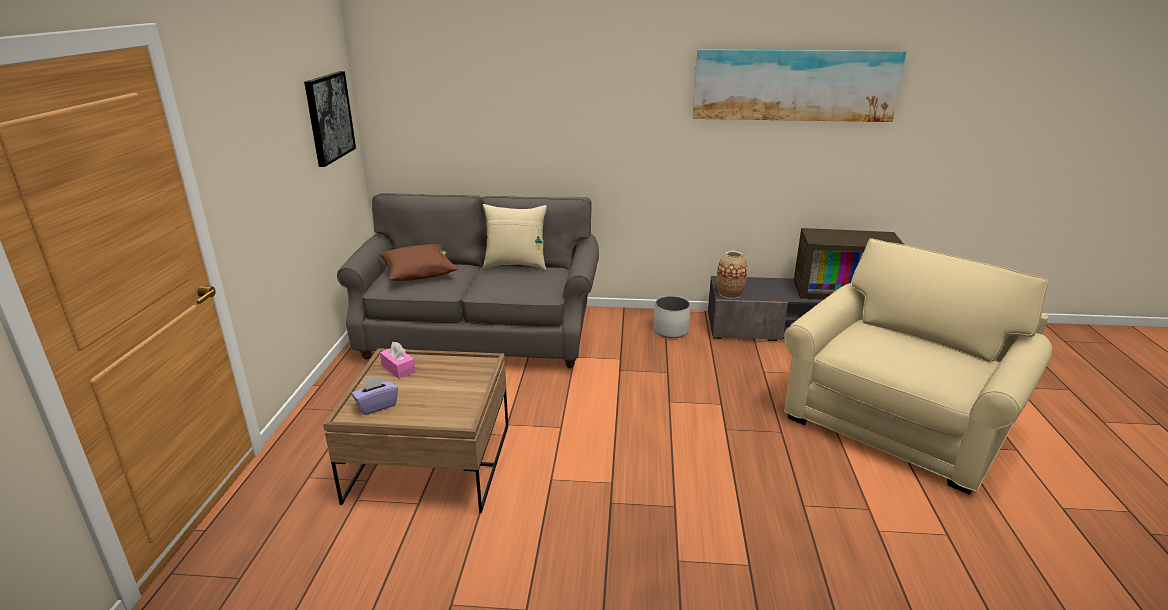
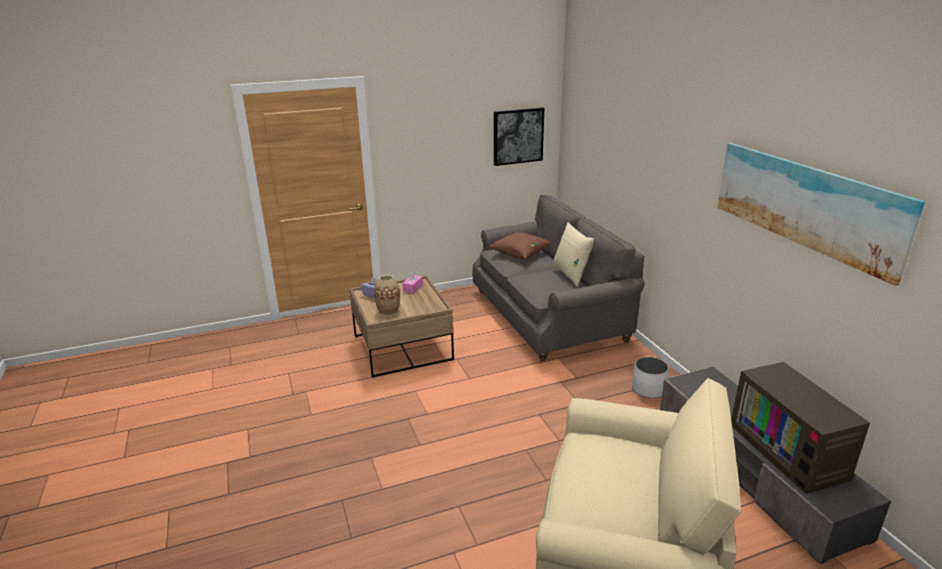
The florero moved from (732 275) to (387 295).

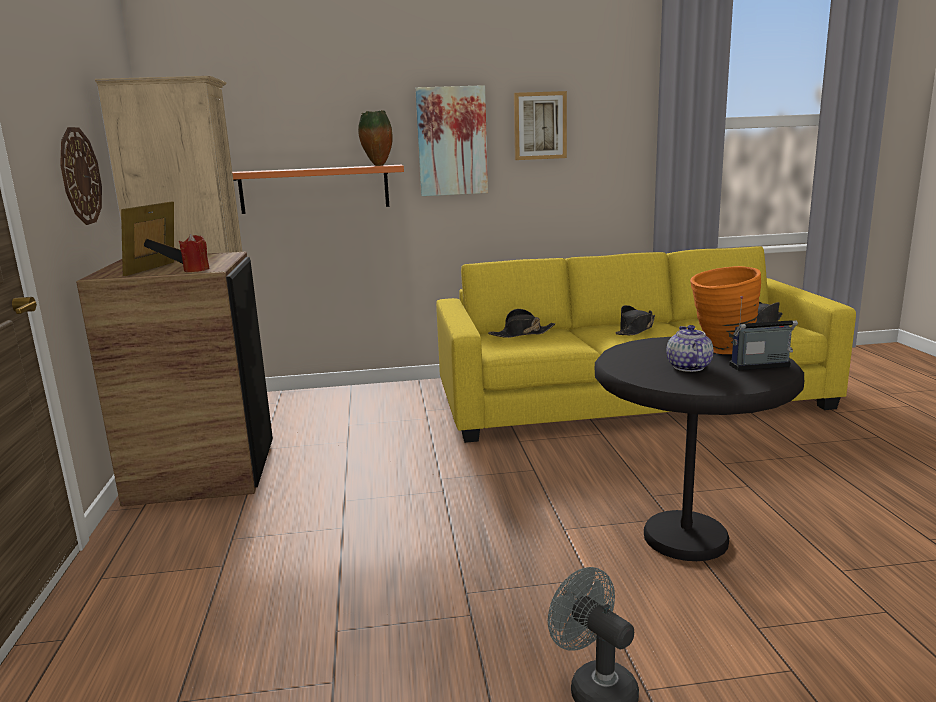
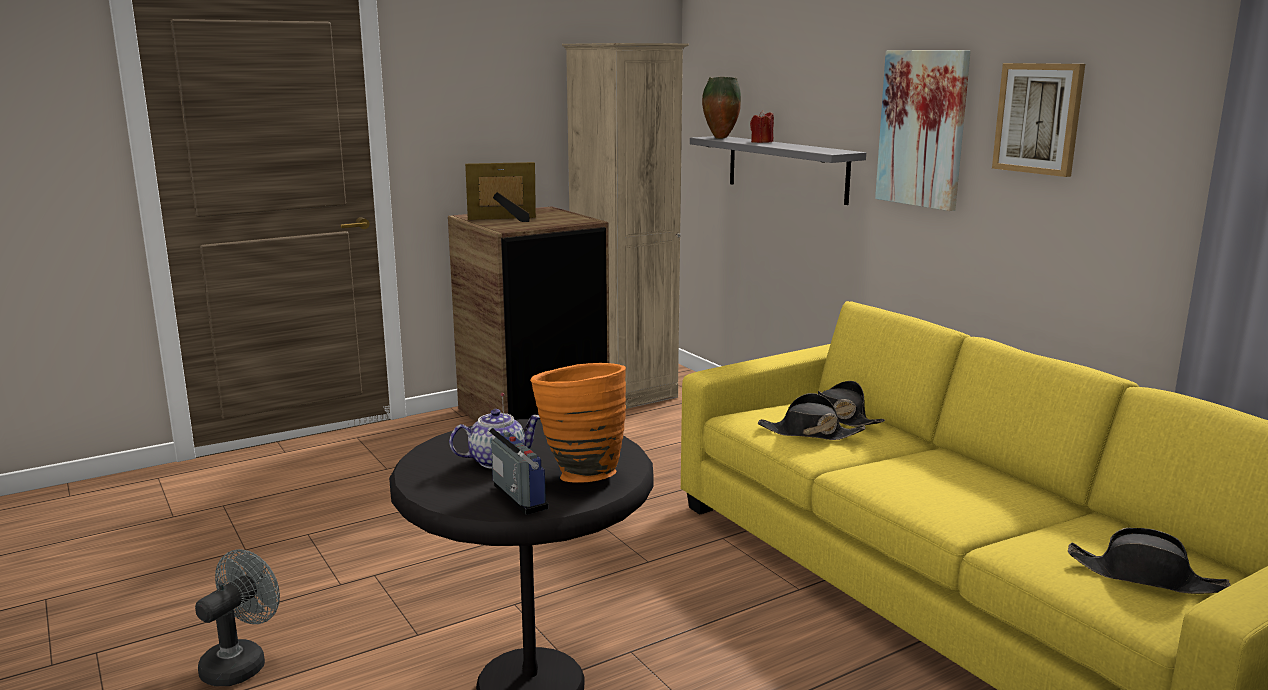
The reloj de pared at (81 176) disappeared.
The vela/rojo moved from (194 253) to (762 126).
The florero moved from (375 138) to (721 108).
The sombrero/negro moved from (635 320) to (812 416).
The estante/naranja at (318 189) became the estante/gris at (778 170).

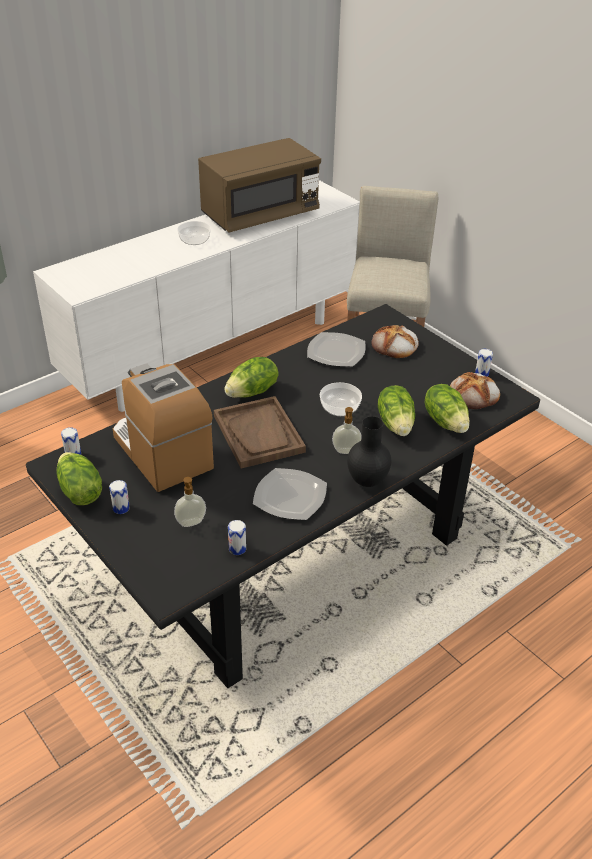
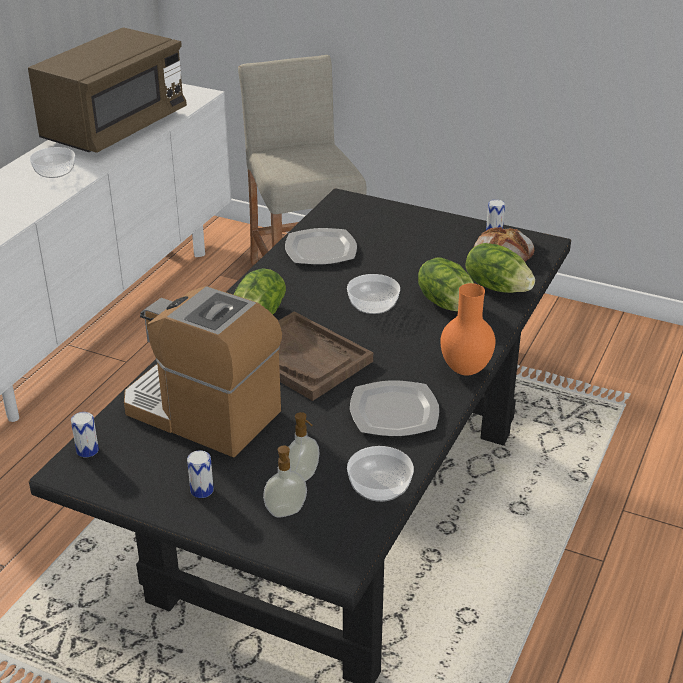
The lechuga at (79 478) disappeared.
The pan at (395 341) disappeared.
The dispensador de jabón moved from (347 430) to (285 481).
The lata at (237 537) was replaced by the cuenco at (380 474).
The florero/negro at (369 451) became the florero/naranja at (467 329).

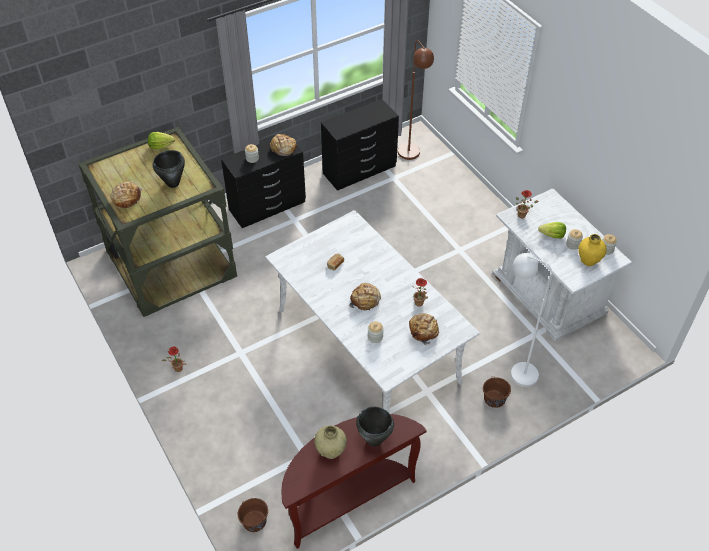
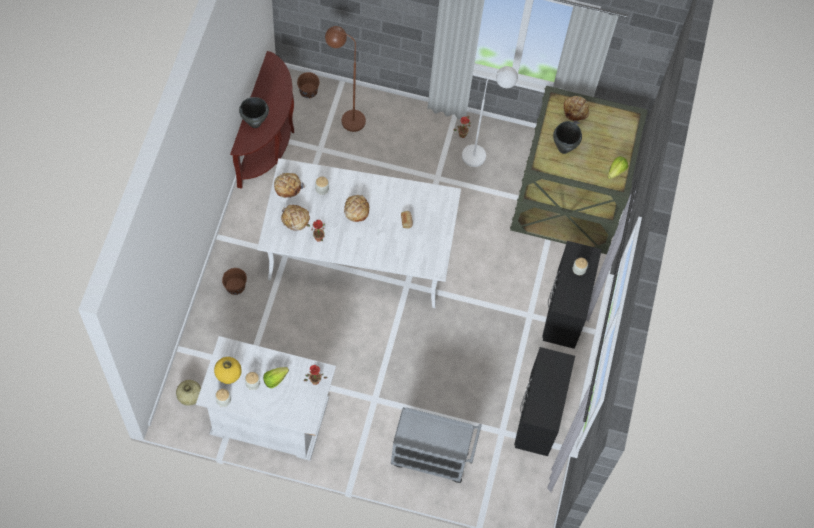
The carrito/gris at (436 445) appeared.
The pan moved from (283 145) to (289 185).
The florero/beis moved from (330 442) to (188 393).
The lámpara de pie/marrón moved from (416 100) to (345 79).
The lámpara de pie/blanco moved from (531 320) to (490 116).

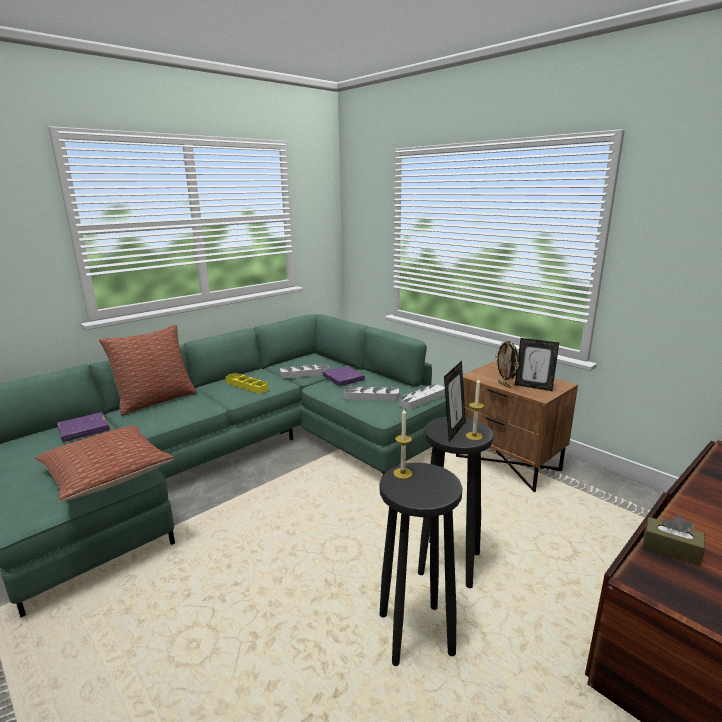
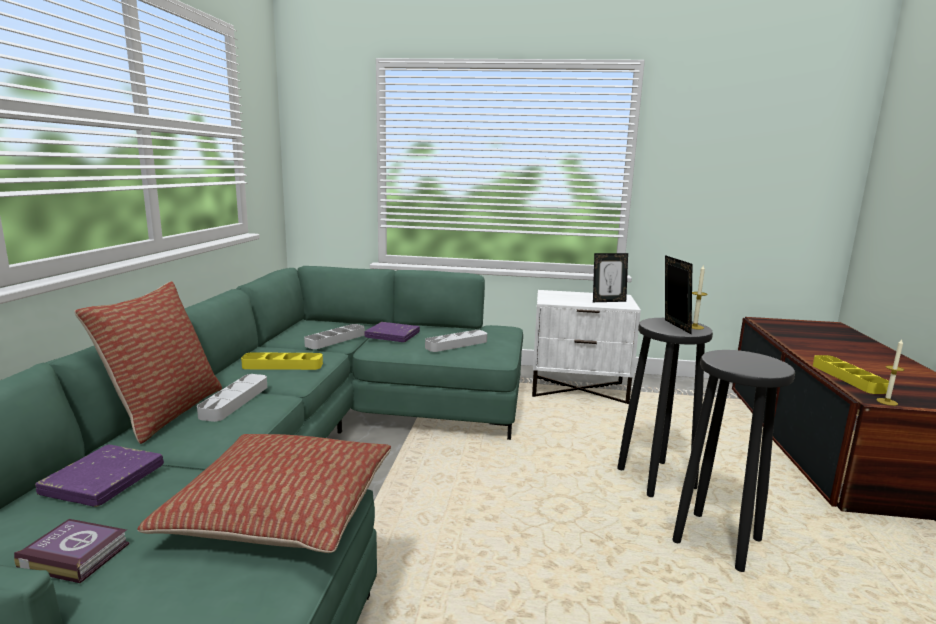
The portarretratos at (507 364) disappeared.
The libro at (72 551) appeared.
The vela moved from (402 444) to (890 372).
The bandeja/gris moved from (422 396) to (232 398).
The caja de pañuelos/marrón at (674 540) was replaced by the bandeja/amarillo at (851 374).
The mesita de noche/marrón at (517 426) became the mesita de noche/blanco at (586 347).

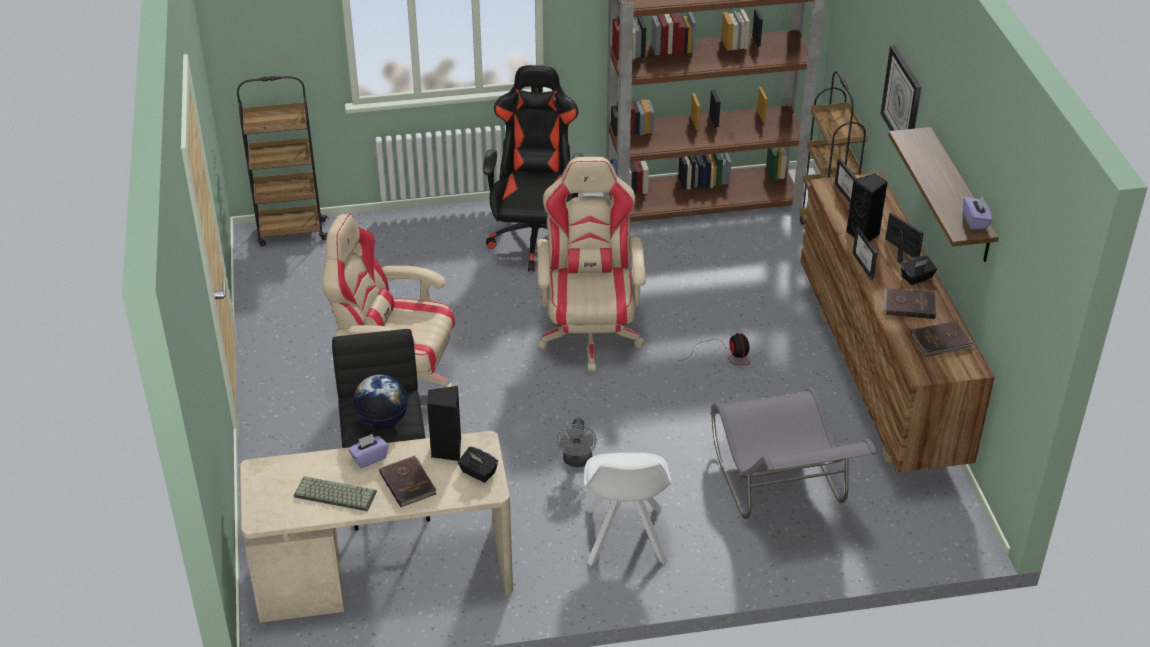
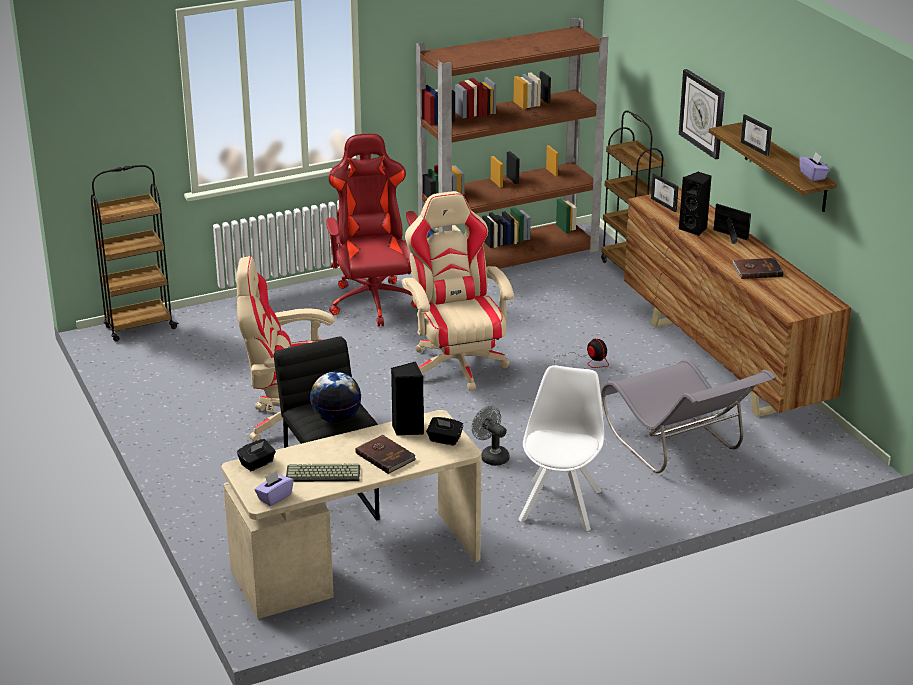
The libro/marrón at (942 339) disappeared.
The caja de pañuelos/morado moved from (368 451) to (274 488).
The portarretratos moved from (865 253) to (756 135).
The caja de pañuelos/negro moved from (919 270) to (256 455).
The silla de oficina/negro at (533 168) became the silla de oficina/rojo at (372 230).
The ventilador/gris at (577 442) turned 150 degrees clockwise.
The silla/blanco at (627 509) turned 150 degrees counterclockwise.

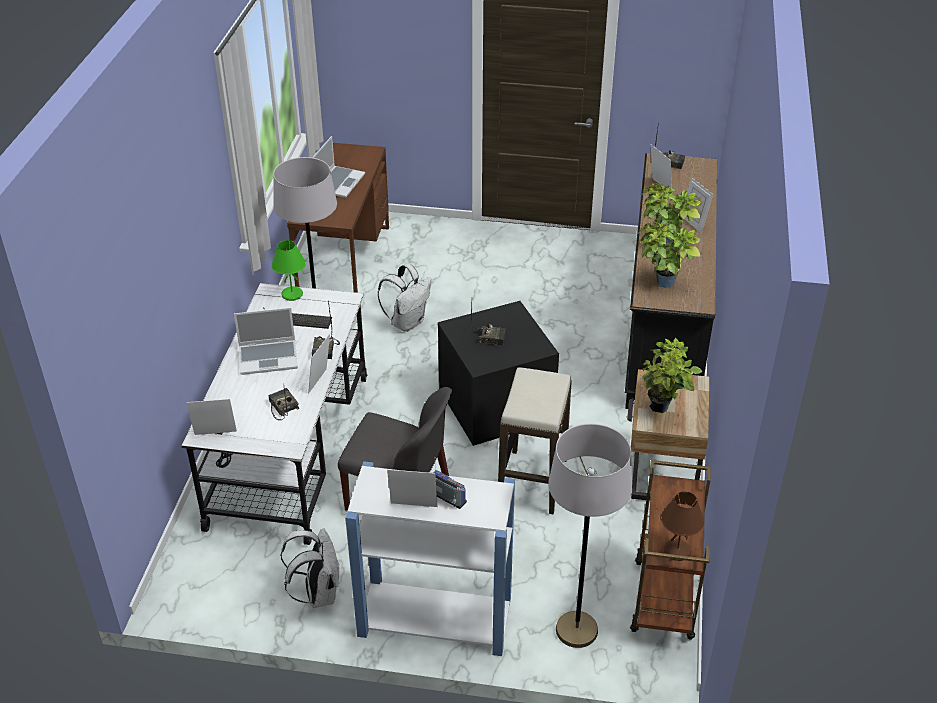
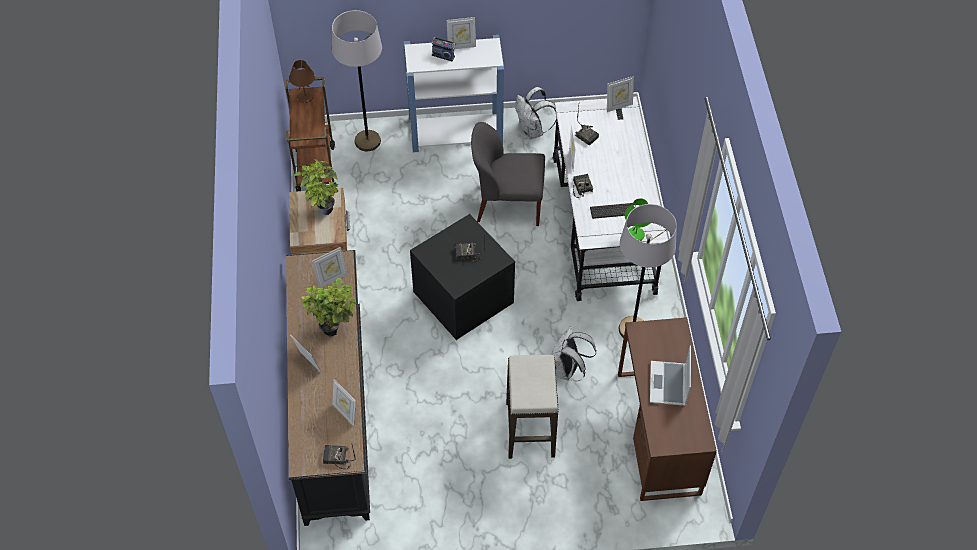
The portátil at (266 341) disappeared.
The taburete moved from (535 440) to (532 407).
The planta en maceta at (669 254) was replaced by the portarretratos at (330 267).

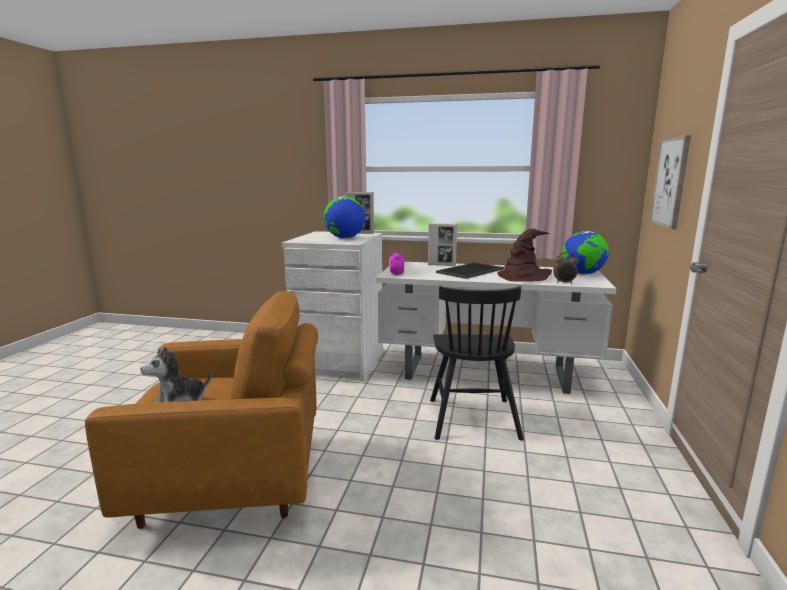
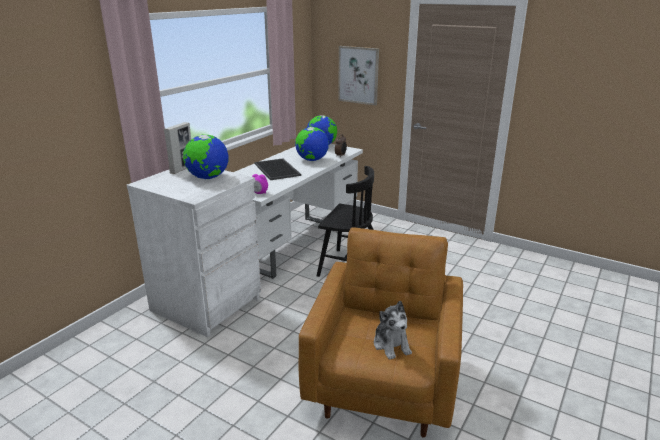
The portarretratos at (443 244) disappeared.
The sombrero/marrón at (524 255) was replaced by the globo terráqueo at (312 144).

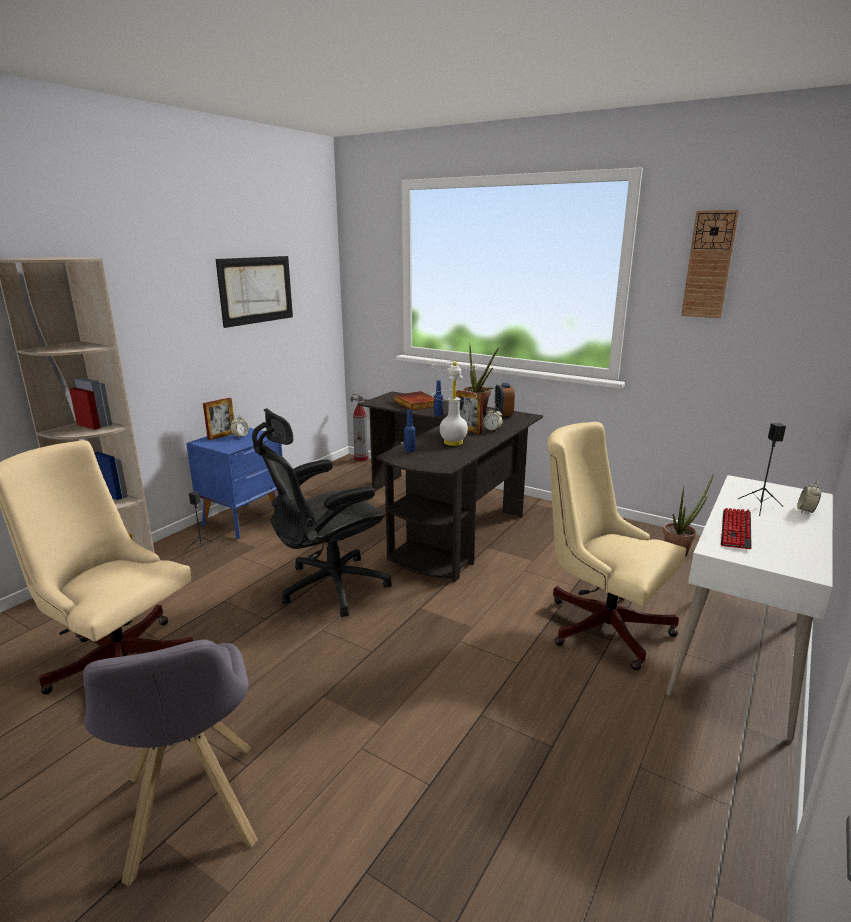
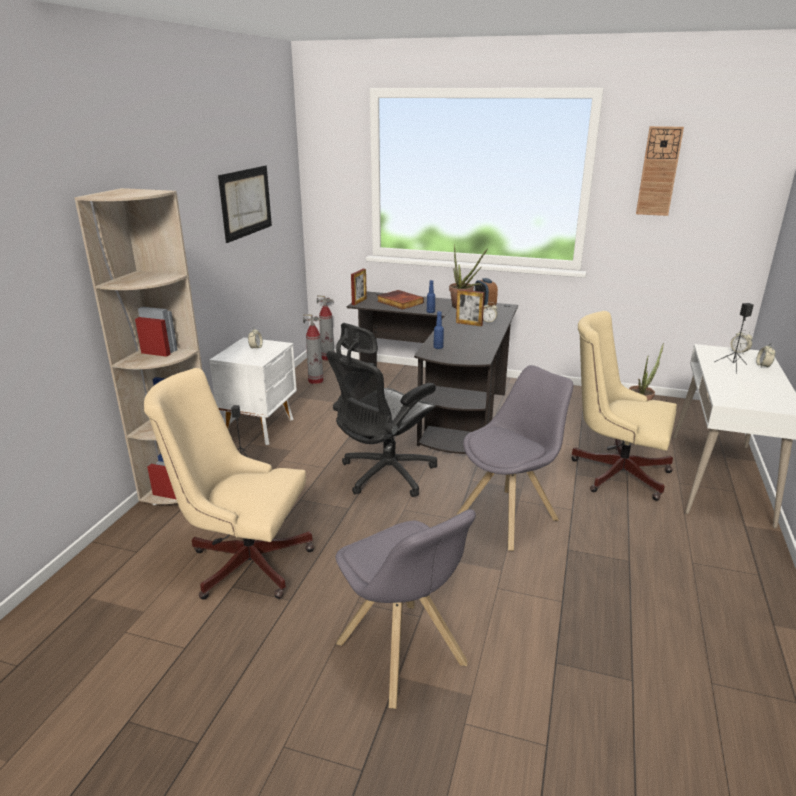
The lámpara de mesa/blanco at (455 403) disappeared.
The teclado at (736 528) disappeared.
The extintor at (313 349) appeared.
The silla/gris at (515 458) appeared.
The despertador at (741 342) appeared.
The portarretratos moved from (218 419) to (359 287).
The mesita de noche/azul at (234 483) became the mesita de noche/blanco at (253 391).

